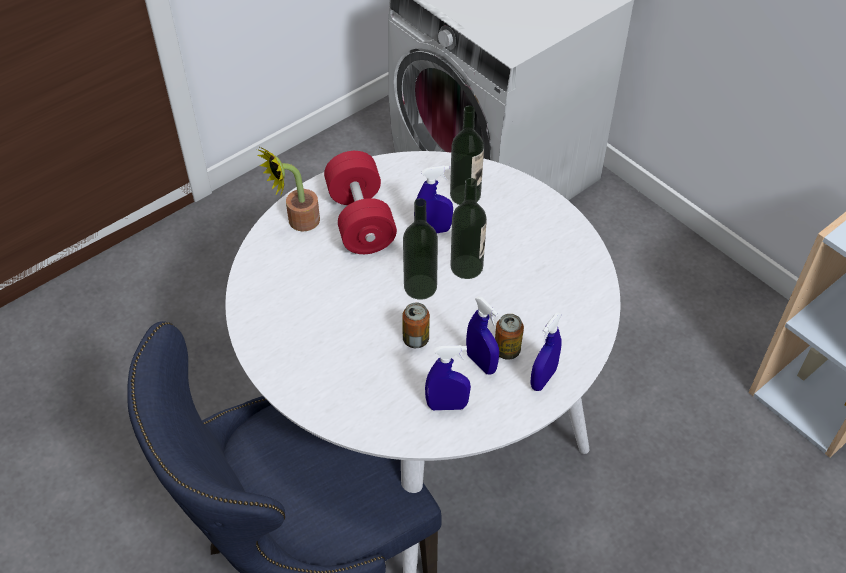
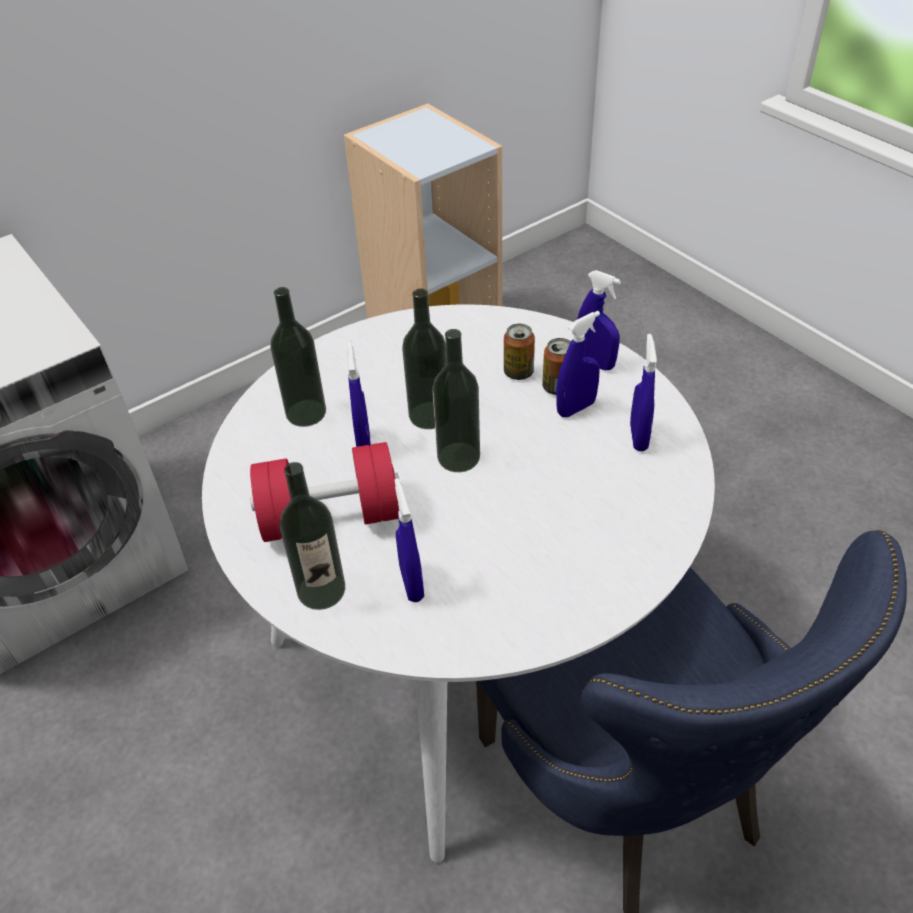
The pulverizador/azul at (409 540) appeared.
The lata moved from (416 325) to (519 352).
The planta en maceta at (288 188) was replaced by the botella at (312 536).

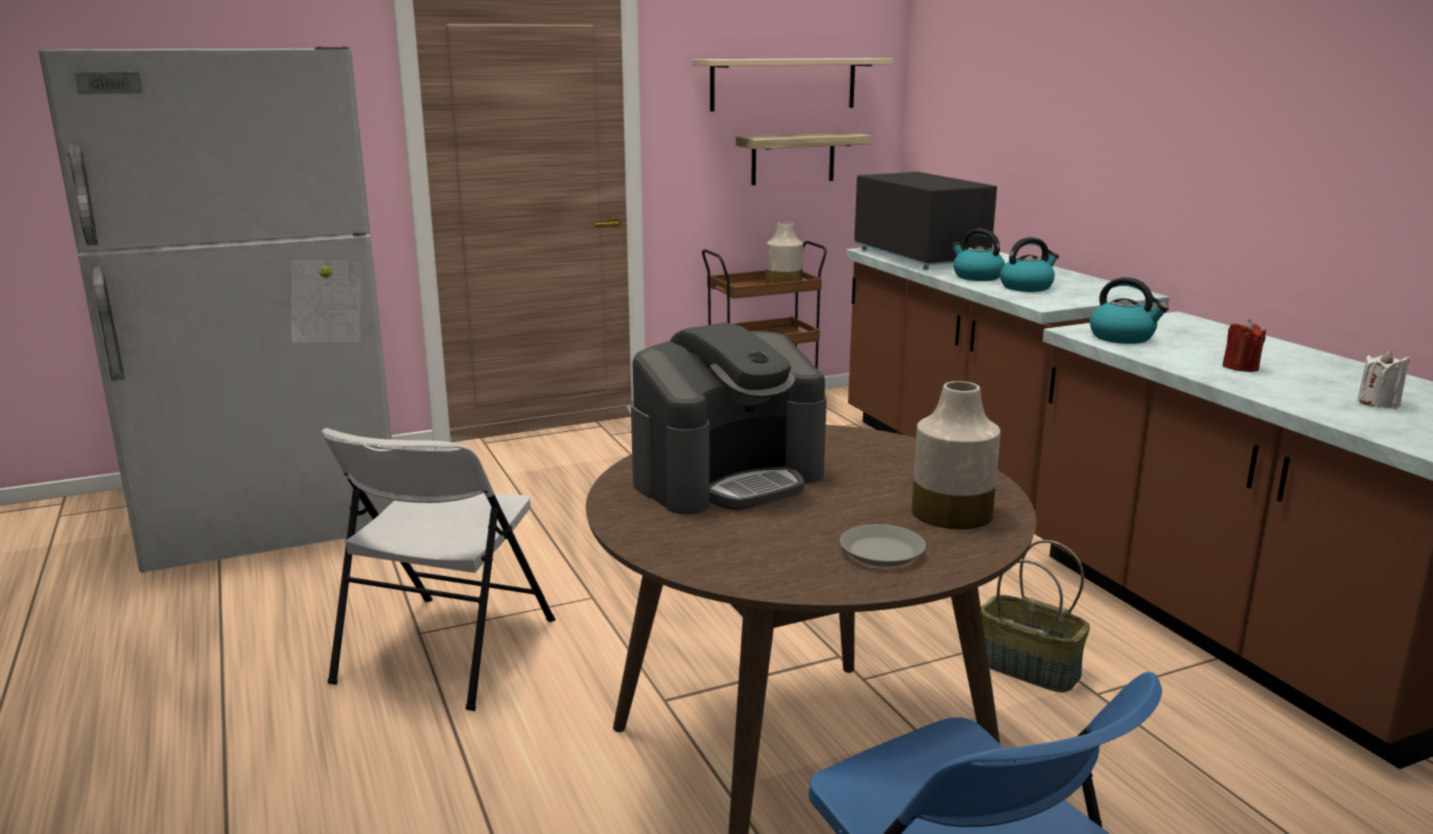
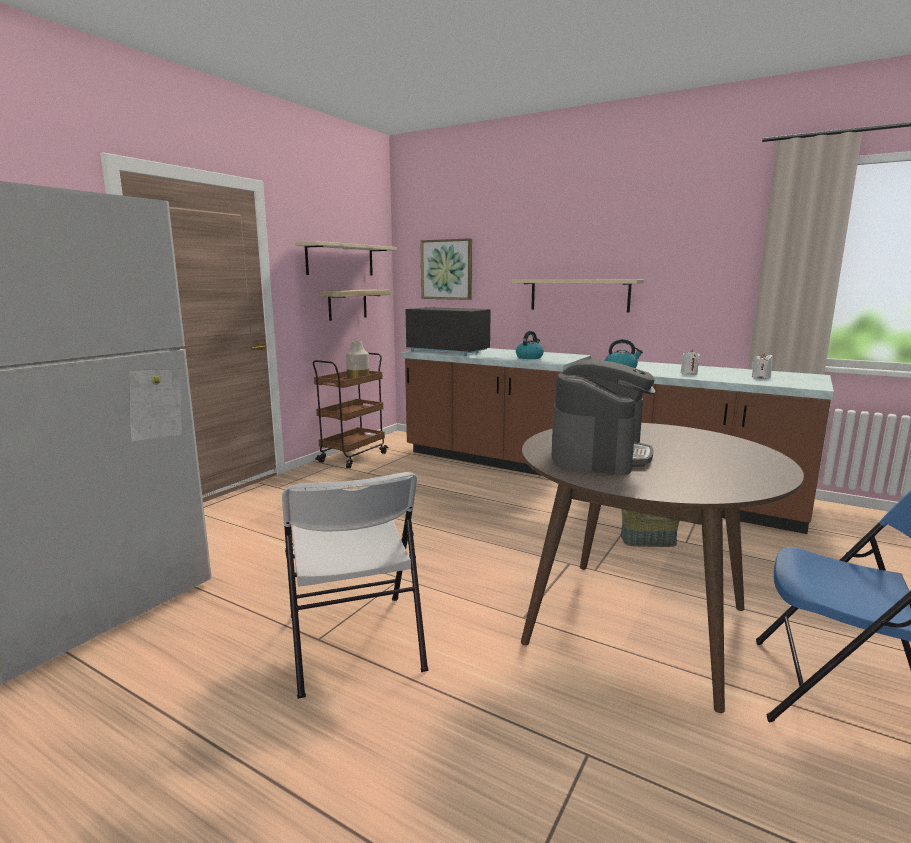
The plato/gris at (883 545) disappeared.
The florero/beis at (956 455) disappeared.
The hervidor at (978 255) disappeared.
The cuadro at (446 269) appeared.
The estante/beis at (577 295) appeared.
The vela/rojo at (1244 345) became the vela/blanco at (690 362).

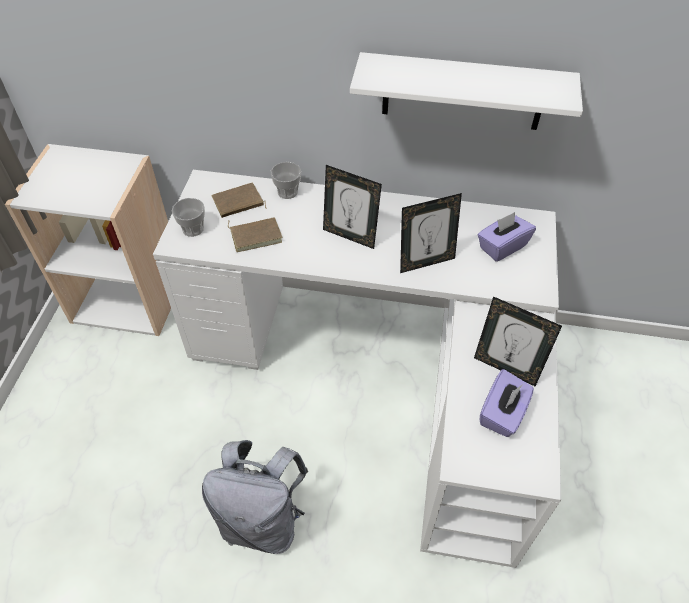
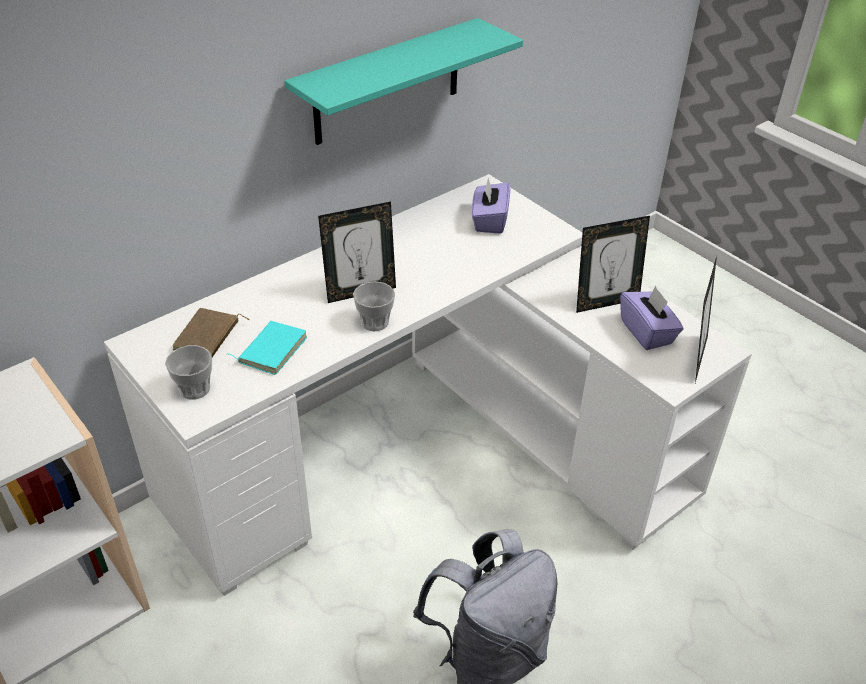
The taza moved from (286 180) to (374 306).
The portarretratos moved from (431 233) to (706 319).
The libro/marrón at (255 234) became the libro/turquesa at (267 348).
The estante/blanco at (466 91) became the estante/turquesa at (404 81).

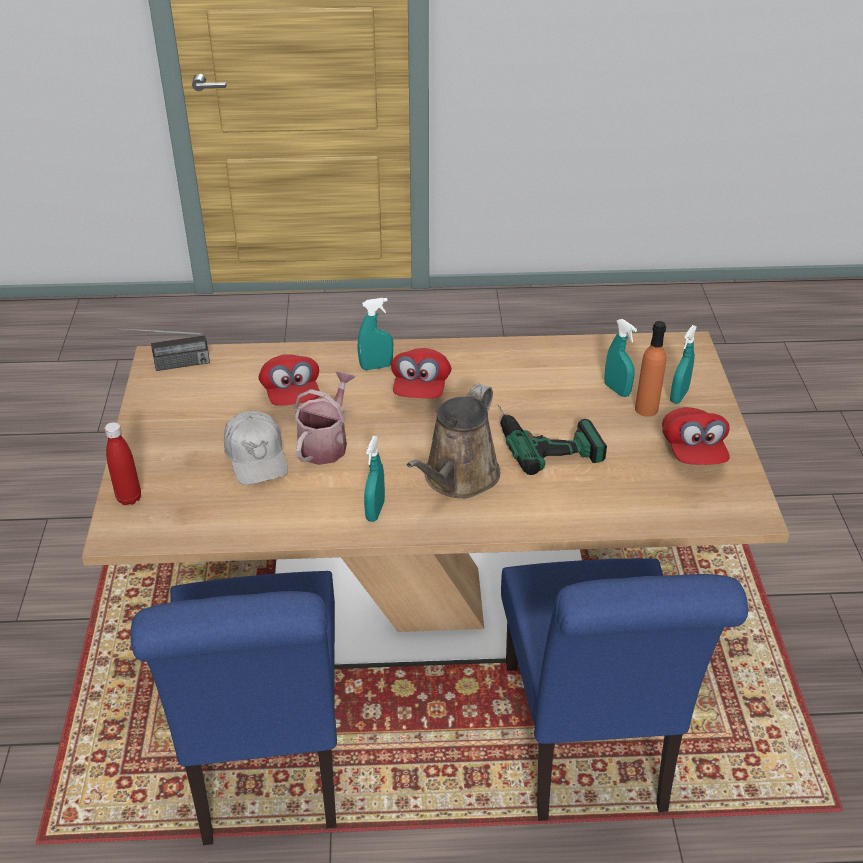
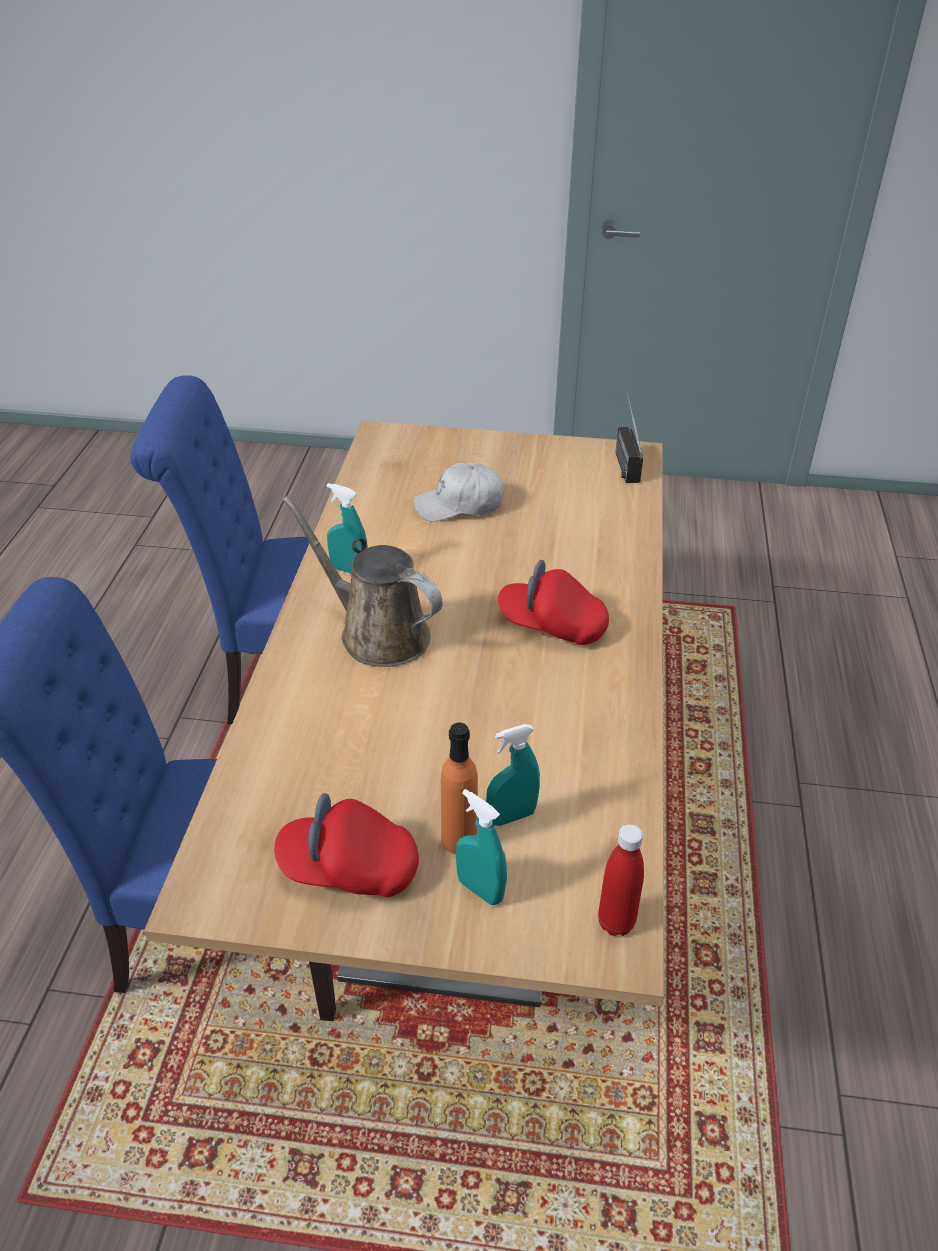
The gorra/rojo at (289 380) disappeared.
The regadera at (324 418) disappeared.
The pulverizador/turquesa at (375 334) disappeared.
The taladro at (552 440) disappeared.
The botella/rojo moved from (122 463) to (621 880).

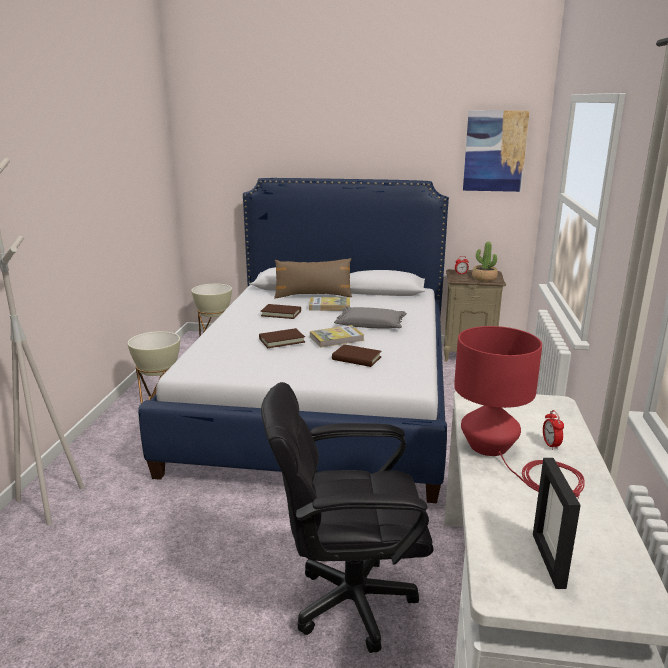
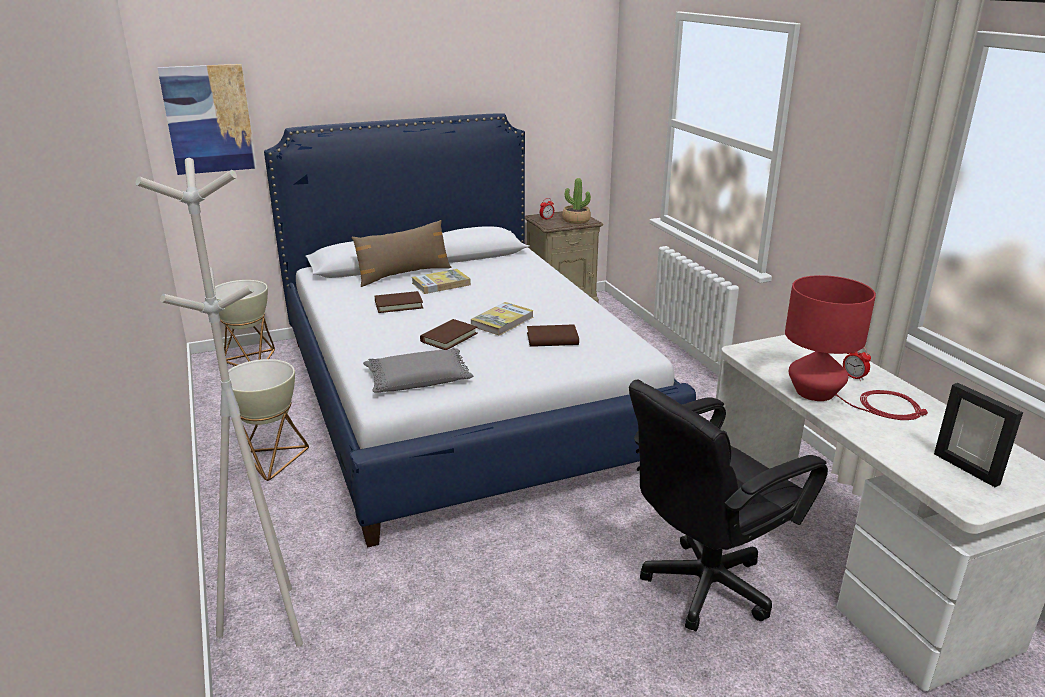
The cojín/gris moved from (370 318) to (418 370).
The cuadro moved from (496 151) to (207 119).

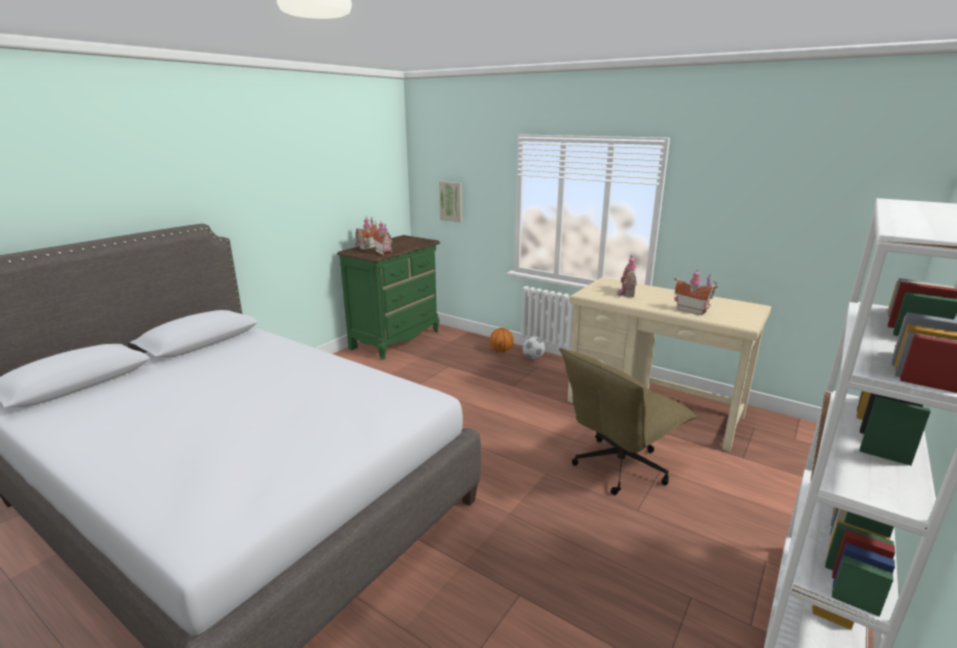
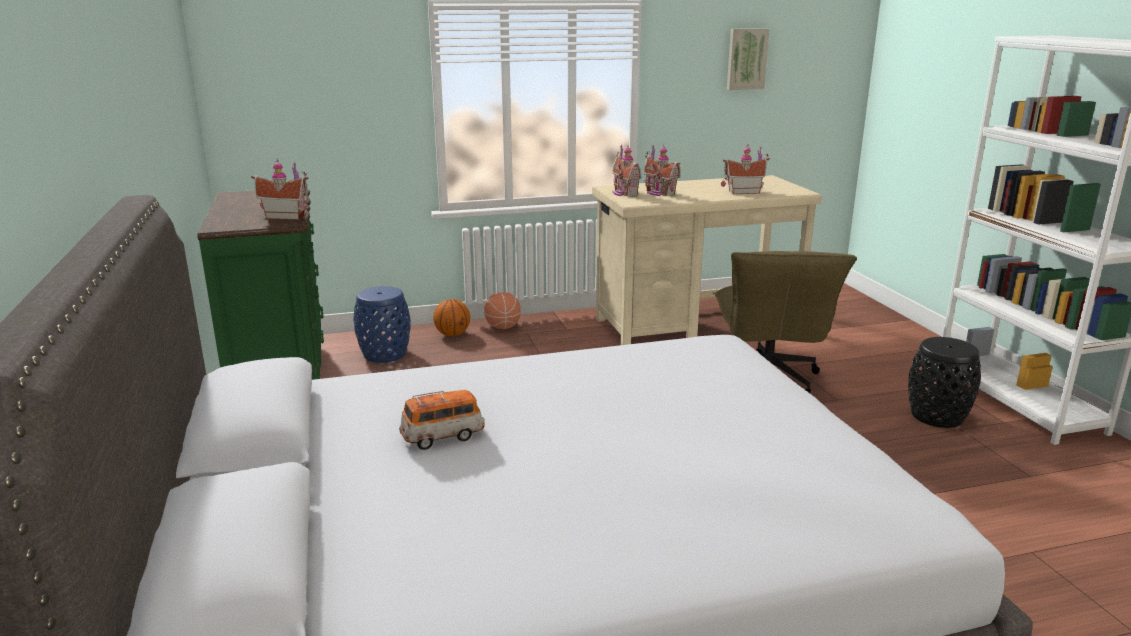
The taburete/azul at (382 324) appeared.
The coche de juguete at (442 420) appeared.
The taburete/negro at (944 382) appeared.
The casita moved from (366 233) to (627 170).
The cuadro moved from (450 201) to (748 59).
The balón de fútbol at (533 347) was replaced by the balón de baloncesto at (502 310).

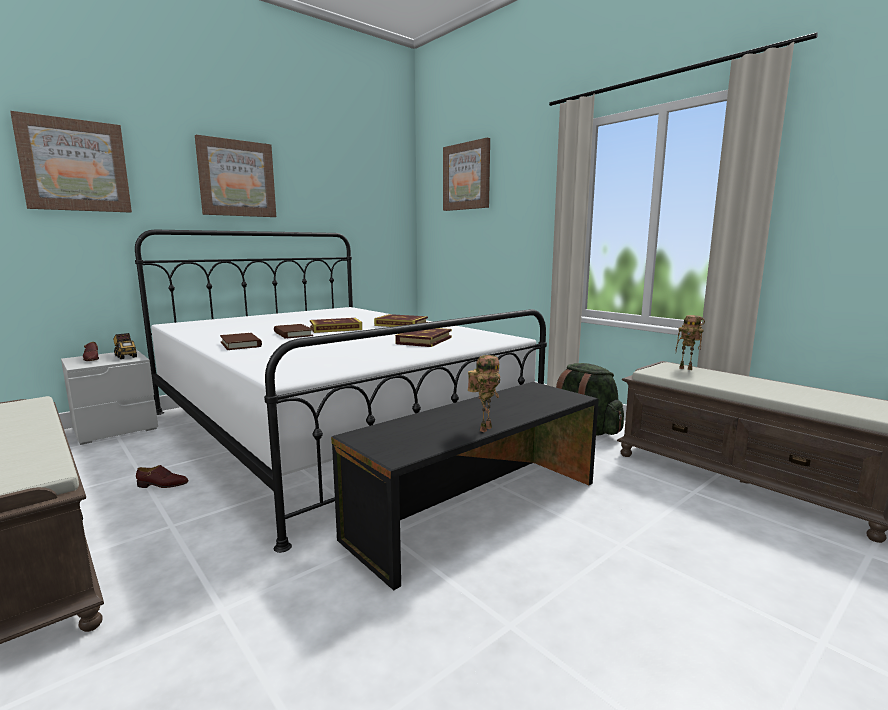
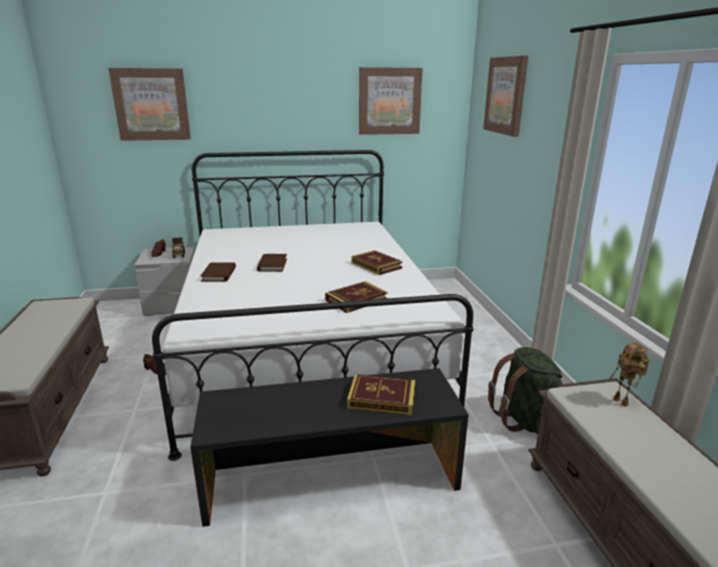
The robot de juguete at (484 393) disappeared.
The cuadro moved from (235 176) to (391 101).
The libro moved from (336 325) to (381 394).

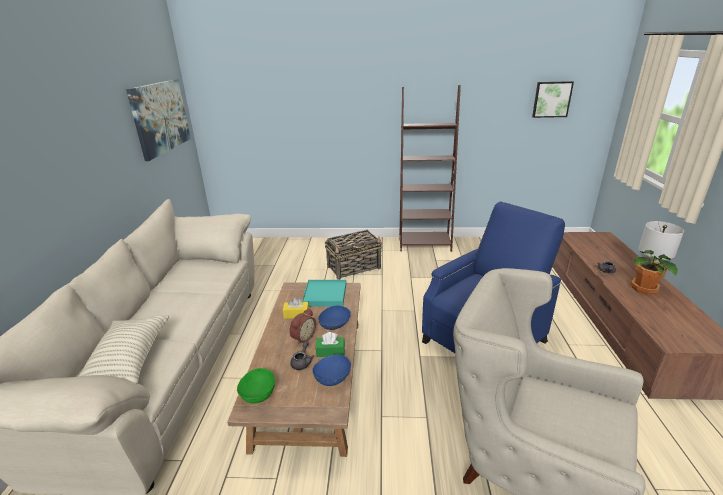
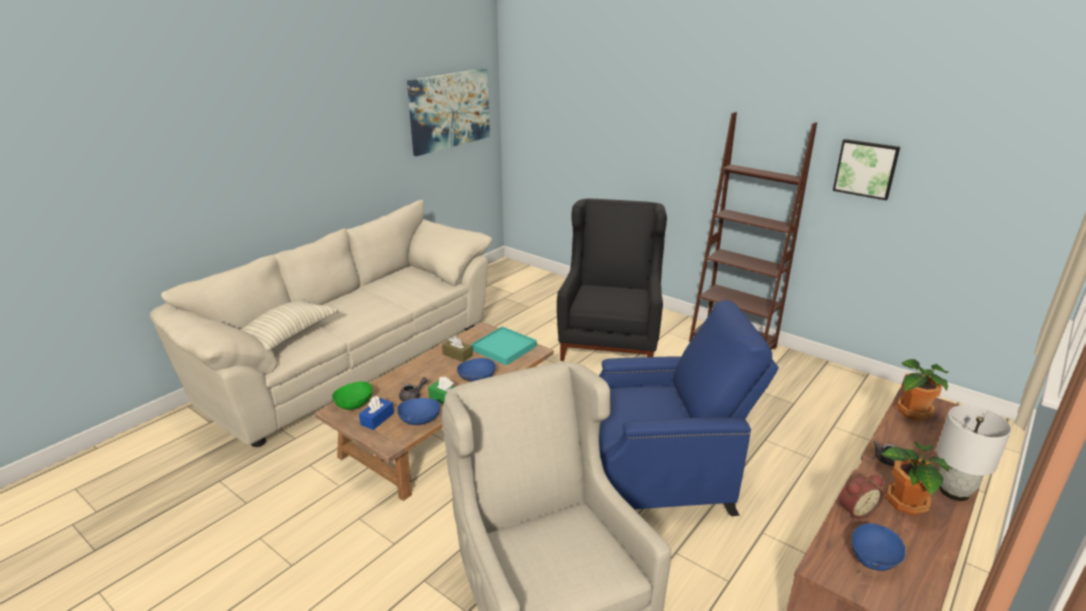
The caja de pañuelos/azul at (376 413) appeared.
The cuenco/azul at (879 547) appeared.
The planta en maceta at (922 390) appeared.
The despertador moved from (302 327) to (861 497).
The cuadro moved from (553 99) to (866 169).
The cesta at (353 255) was replaced by the sillón/negro at (612 280).
The caja de pañuelos/amarillo at (296 308) became the caja de pañuelos/marrón at (457 348).

